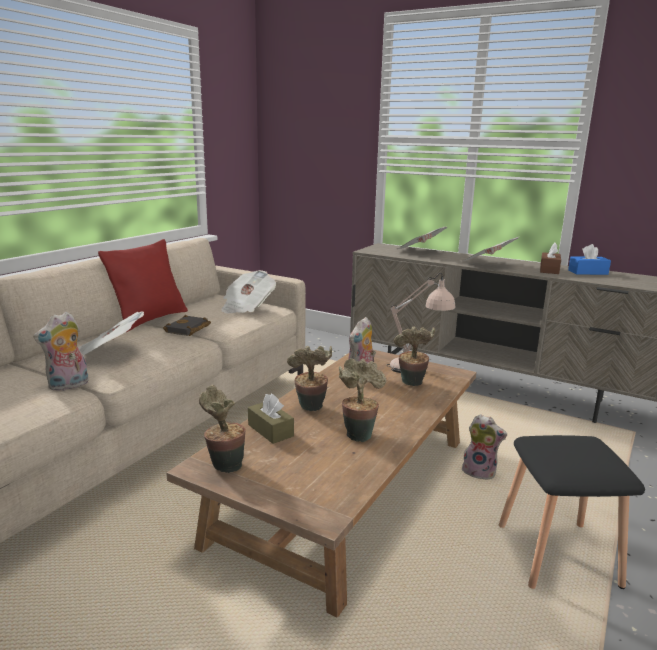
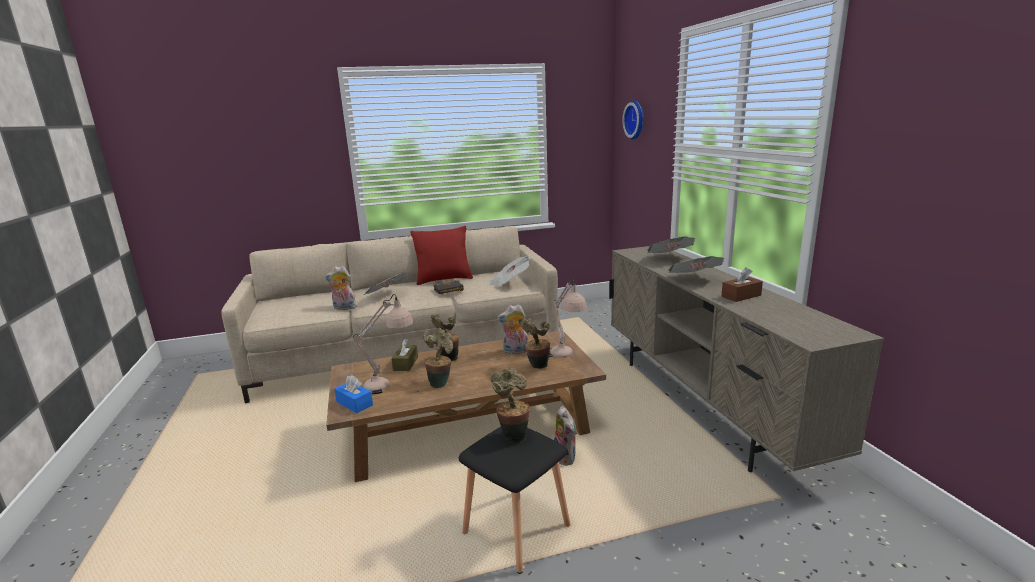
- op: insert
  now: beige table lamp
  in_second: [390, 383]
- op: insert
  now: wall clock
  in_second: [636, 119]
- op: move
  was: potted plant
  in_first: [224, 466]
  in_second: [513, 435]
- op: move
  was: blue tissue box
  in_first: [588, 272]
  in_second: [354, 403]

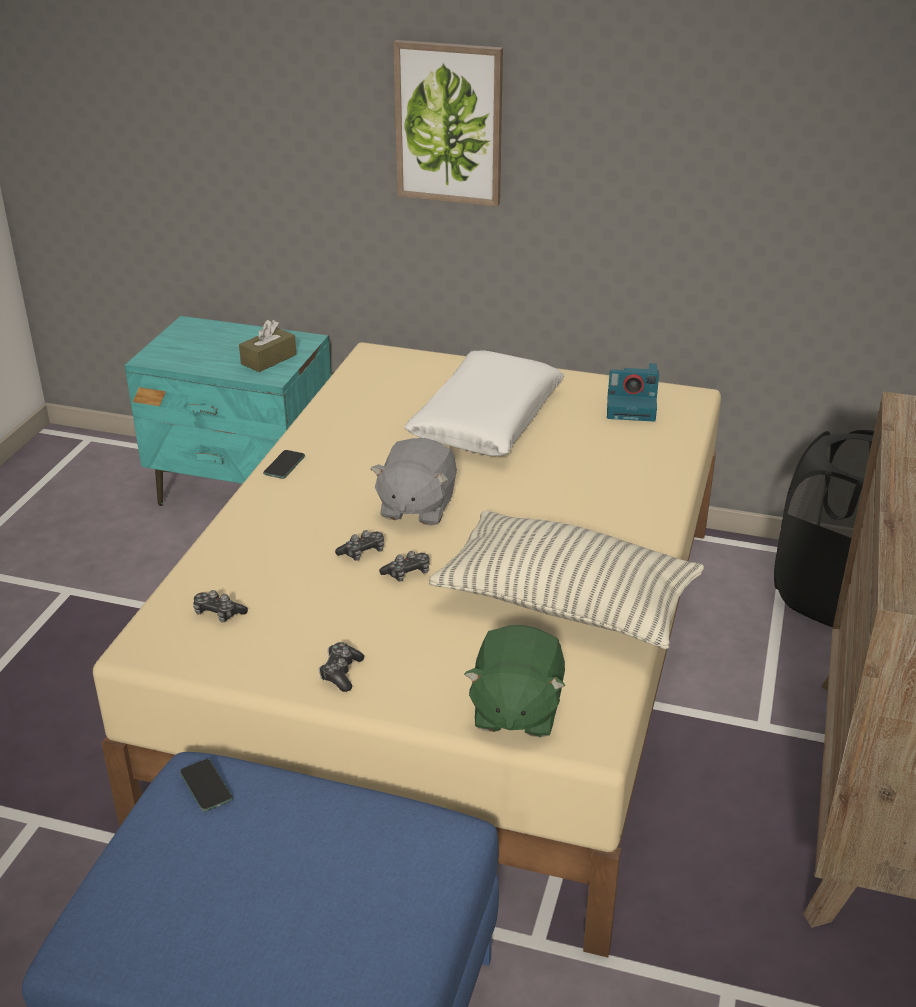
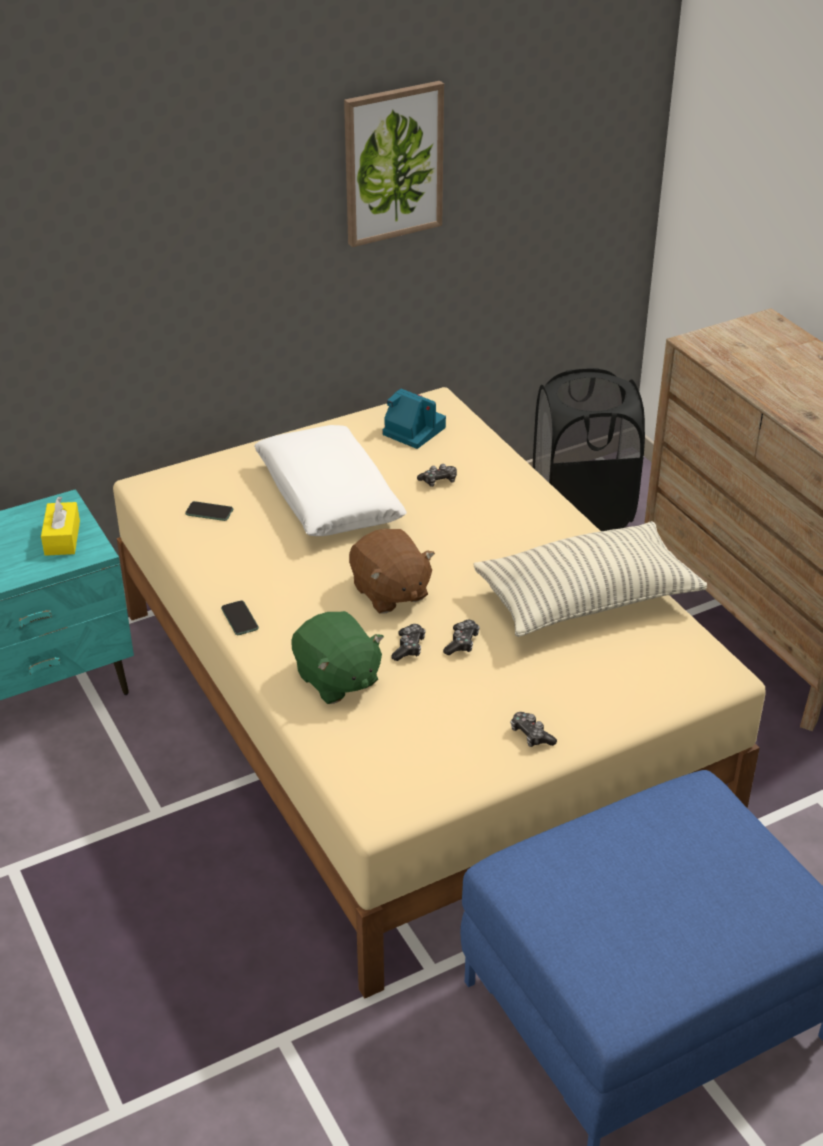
- op: move
  was: phone
  in_first: [206, 786]
  in_second: [209, 512]
- op: move
  was: game controller
  in_first: [218, 613]
  in_second: [439, 481]
- op: move
  was: picture
  in_first: [449, 123]
  in_second: [393, 163]
- op: move
  was: green plush toy
  in_first: [515, 710]
  in_second: [337, 679]
- op: recolor
  was: brown tissue box
  now: yellow tissue box
  in_first: [268, 359]
  in_second: [62, 538]
- op: recolor
  was: grey plush toy
  now: brown plush toy
  in_first: [416, 507]
  in_second: [390, 592]
- op: rotate
  was: photo camera
  in_first: [632, 407]
  in_second: [412, 430]
  clockwise: -105

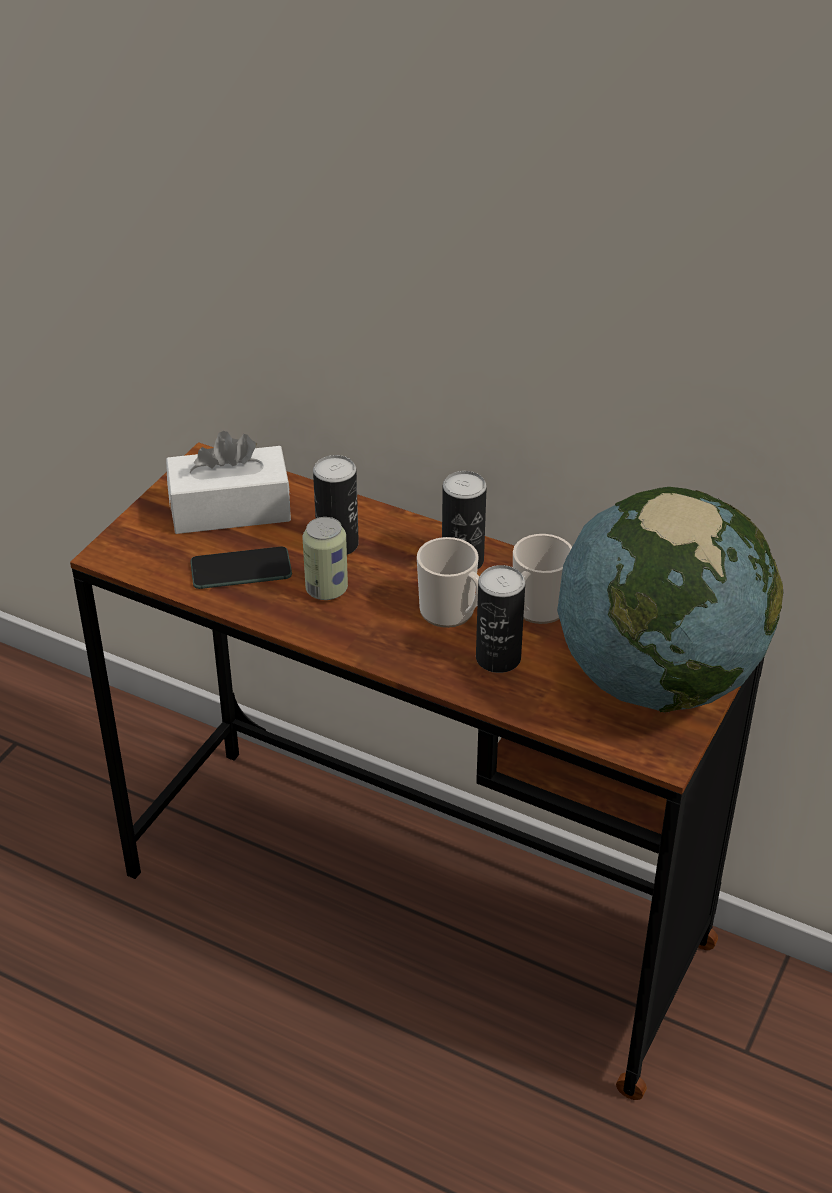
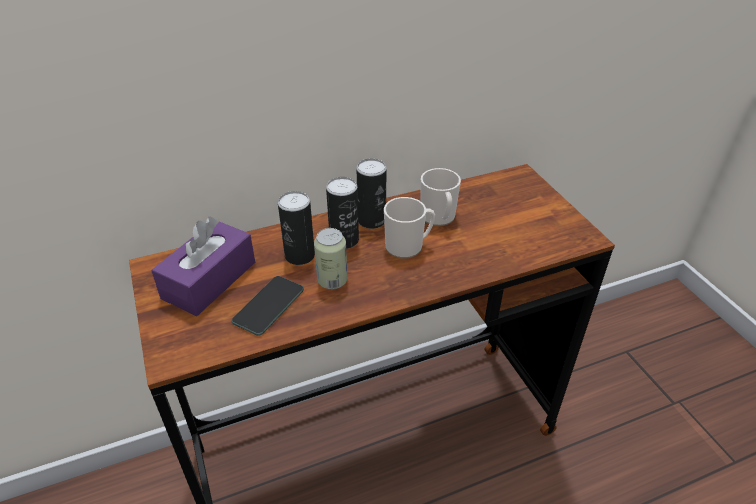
- op: delete
  was: globe
  in_first: [657, 678]
- op: move
  was: can
  in_first: [498, 658]
  in_second: [344, 240]
- op: recolor
  was: white tissue box
  now: purple tissue box
  in_first: [230, 509]
  in_second: [209, 280]

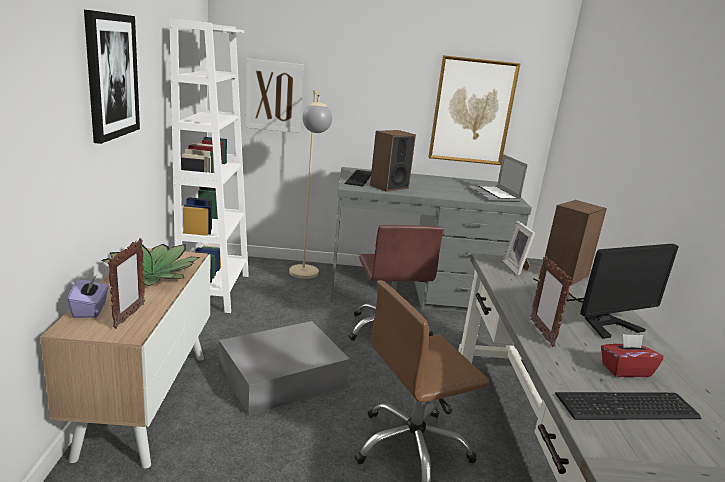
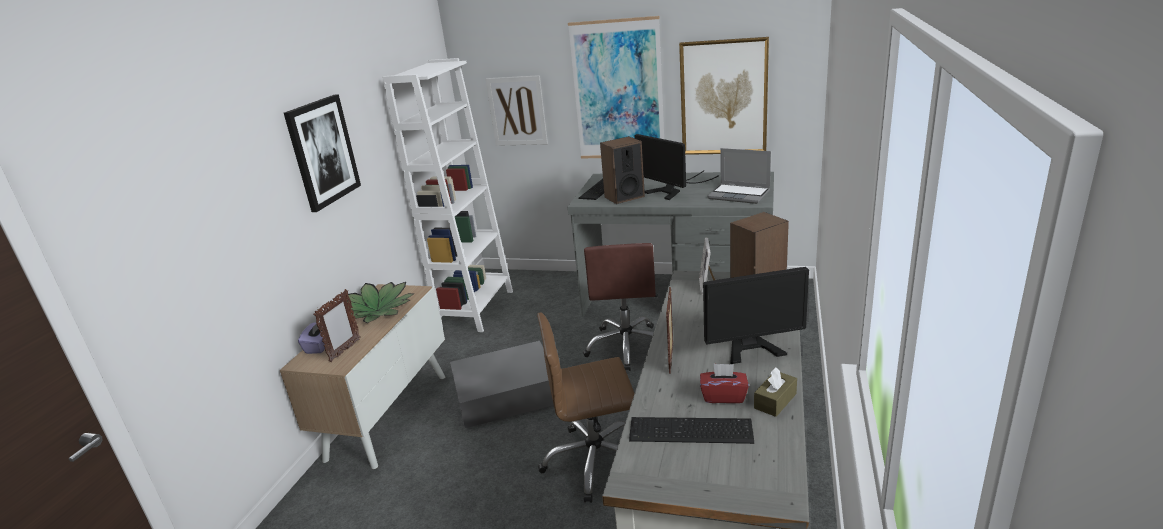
- op: delete
  was: beige floor lamp
  in_first: [305, 277]
- op: insert
  now: picture
  in_second: [618, 90]
- op: insert
  now: monitor
  in_second: [672, 190]
- op: insert
  now: brown tissue box
  in_second: [775, 401]
- op: rotate
  was: laptop
  in_first: [494, 195]
  in_second: [740, 195]
  clockwise: -60

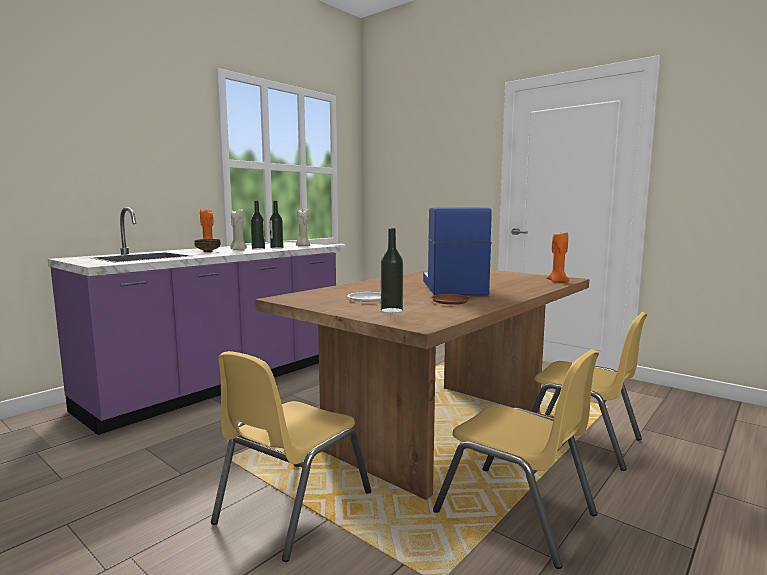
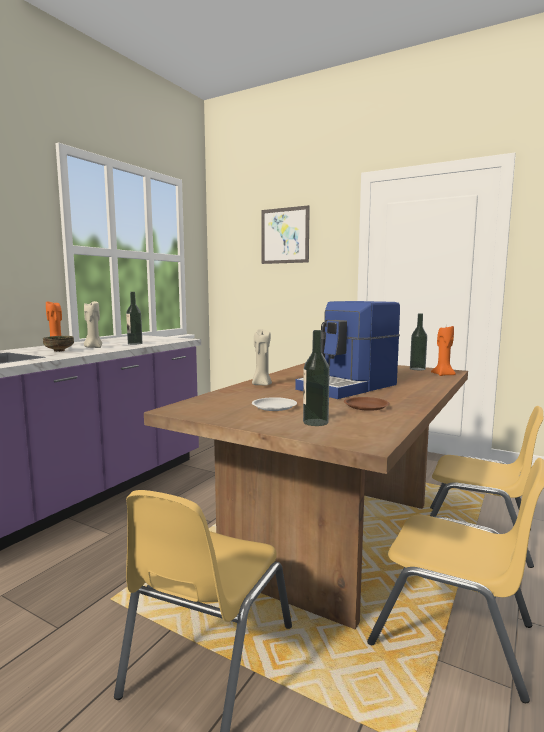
- op: insert
  now: picture
  in_second: [285, 235]
- op: move
  was: bottle
  in_first: [258, 249]
  in_second: [417, 369]
- op: move
  was: beige candle
  in_first: [303, 246]
  in_second: [261, 385]
- op: rotate
  was: coffee machine
  in_first: [452, 288]
  in_second: [349, 387]
  clockwise: -120

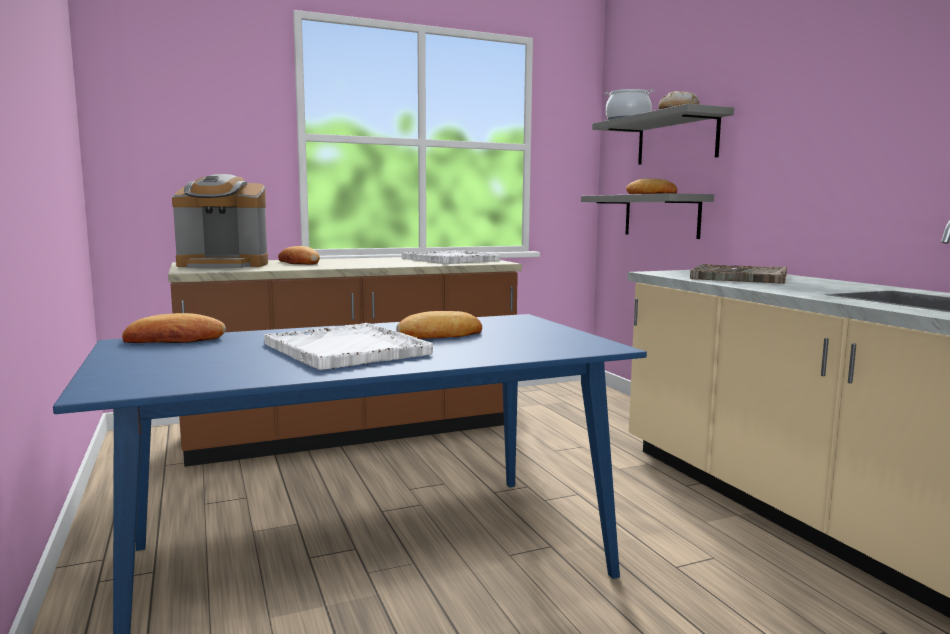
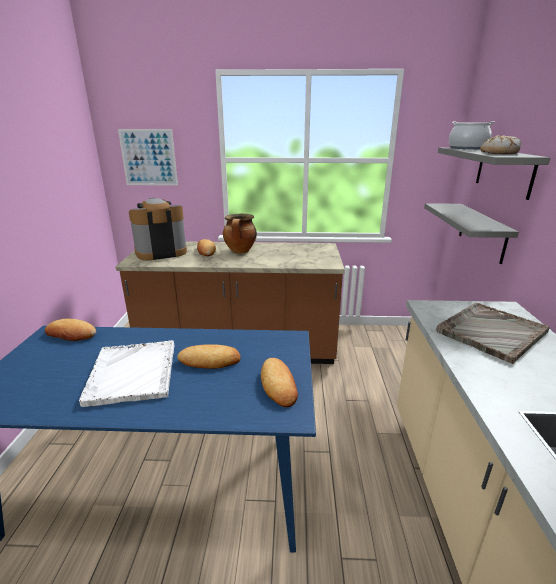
- op: delete
  was: white tray
  in_first: [450, 259]
- op: insert
  now: picture
  in_second: [148, 157]
- op: insert
  now: cooking pot
  in_second: [240, 251]
- op: move
  was: bread
  in_first: [650, 194]
  in_second: [278, 385]
- op: rotate
  was: coffee machine
  in_first: [224, 265]
  in_second: [161, 252]
  clockwise: 135

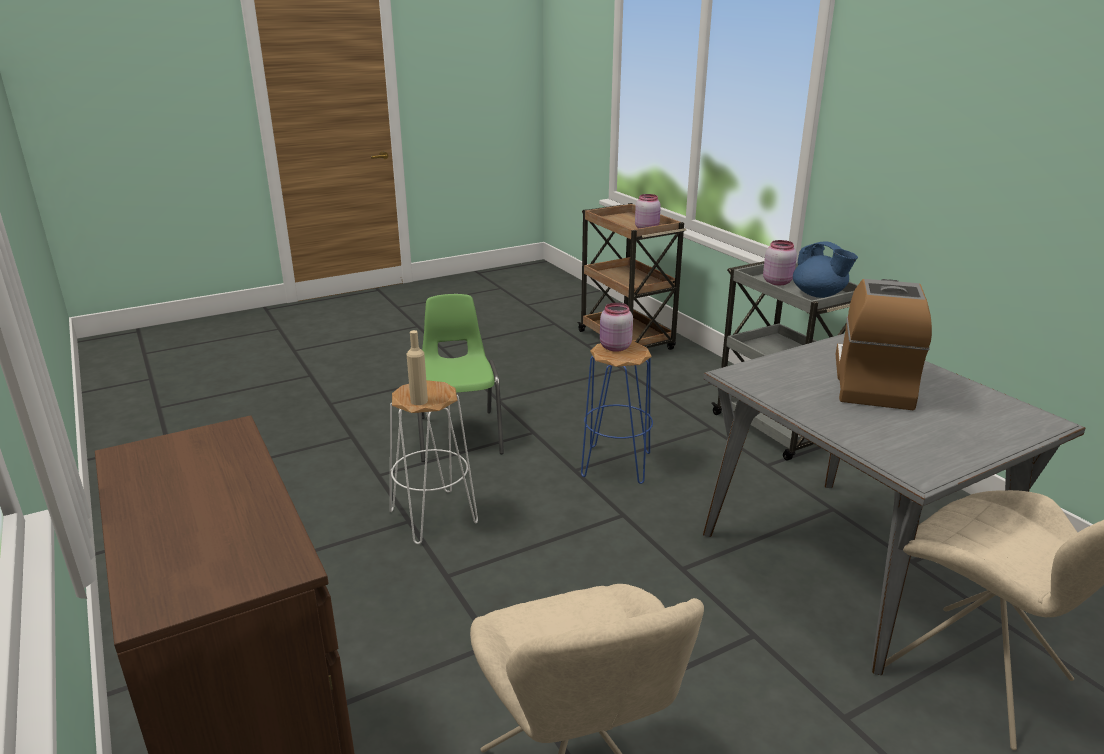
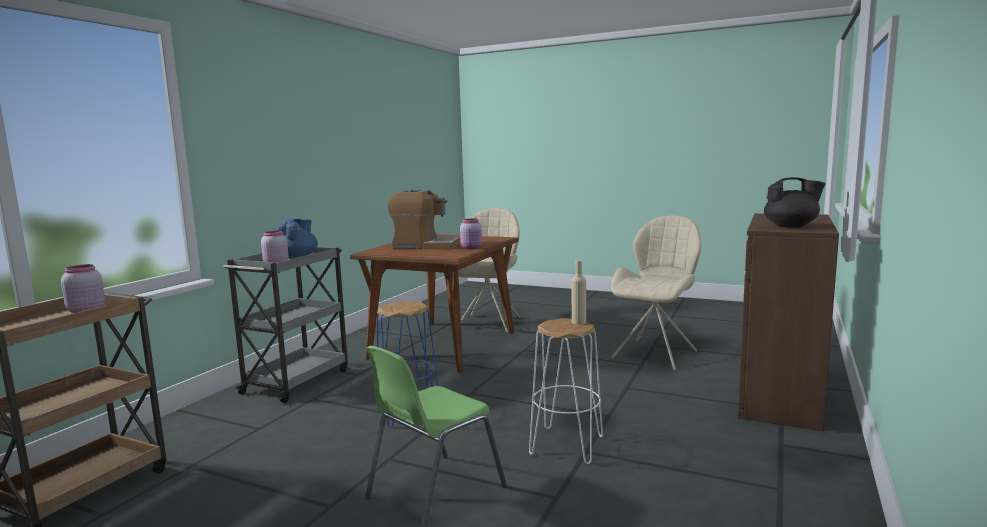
- op: insert
  now: black teapot
  in_second: [791, 226]
- op: move
  was: pink jar
  in_first: [614, 347]
  in_second: [472, 248]
- op: recolor
  was: grey dining table
  now: brown dining table
  in_first: [849, 564]
  in_second: [444, 345]
- op: rotate
  was: coffee machine
  in_first: [872, 382]
  in_second: [425, 246]
  clockwise: -150

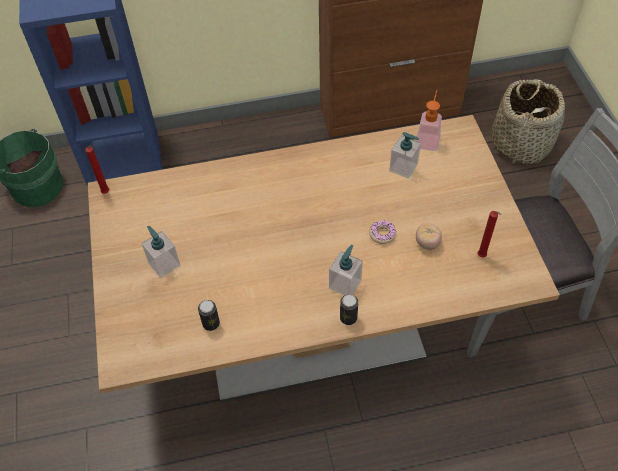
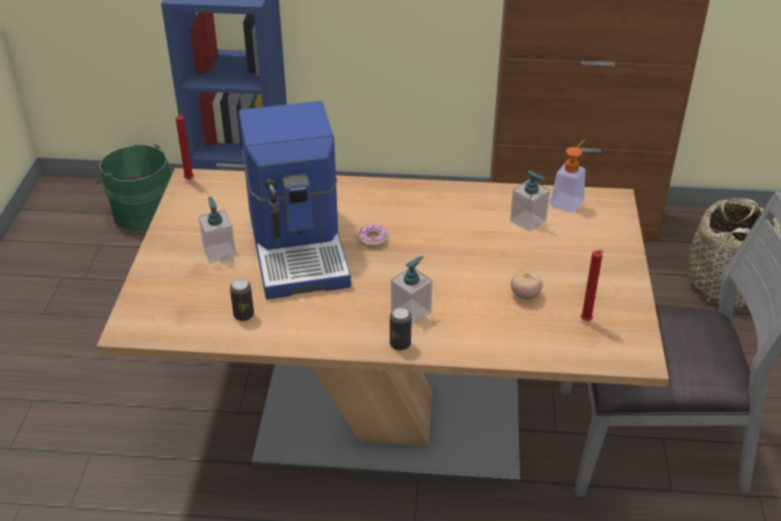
- op: insert
  now: coffee machine
  in_second: [299, 246]
- op: move
  was: donut
  in_first: [382, 234]
  in_second: [372, 239]

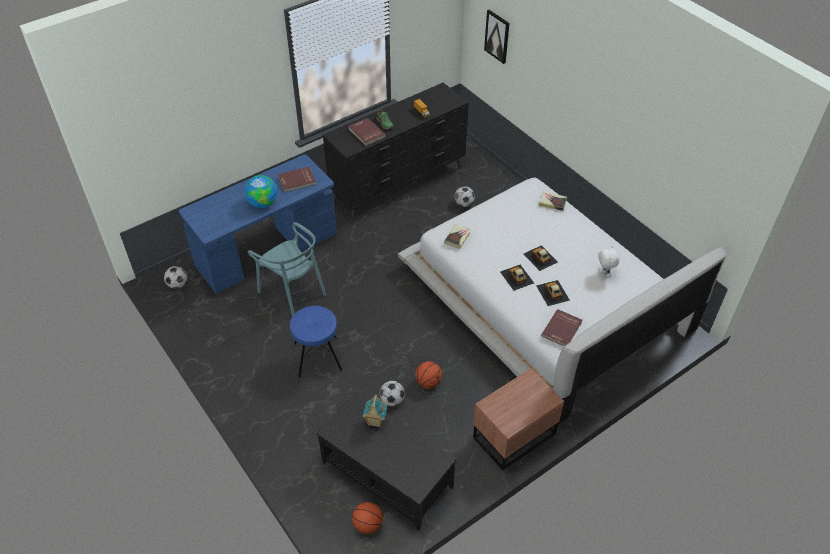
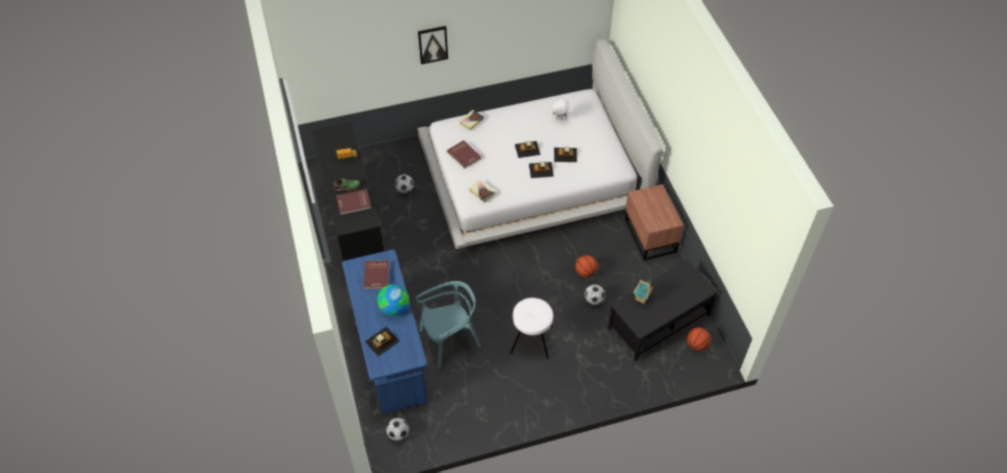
- op: insert
  now: toy car
  in_second: [382, 341]
- op: move
  was: picture
  in_first: [497, 36]
  in_second: [433, 44]
- op: move
  was: red book
  in_first: [562, 329]
  in_second: [464, 155]
- op: recolor
  was: blue stool
  now: white stool
  in_first: [317, 356]
  in_second: [531, 340]

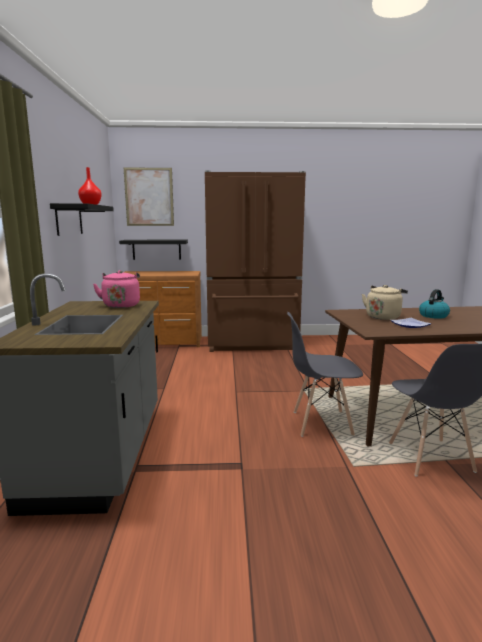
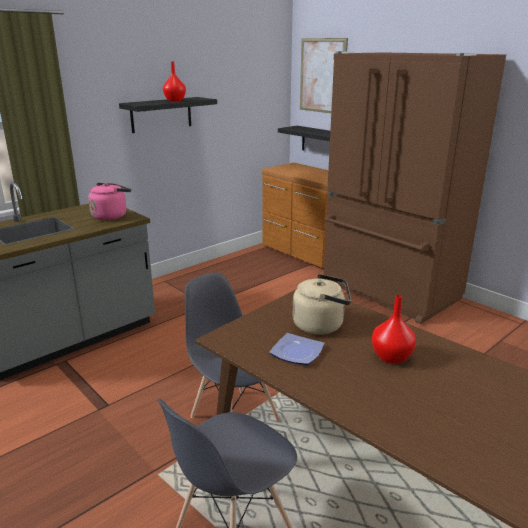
- op: replace
  was: kettle
  now: red vase
  in_first: [433, 316]
  in_second: [390, 357]

